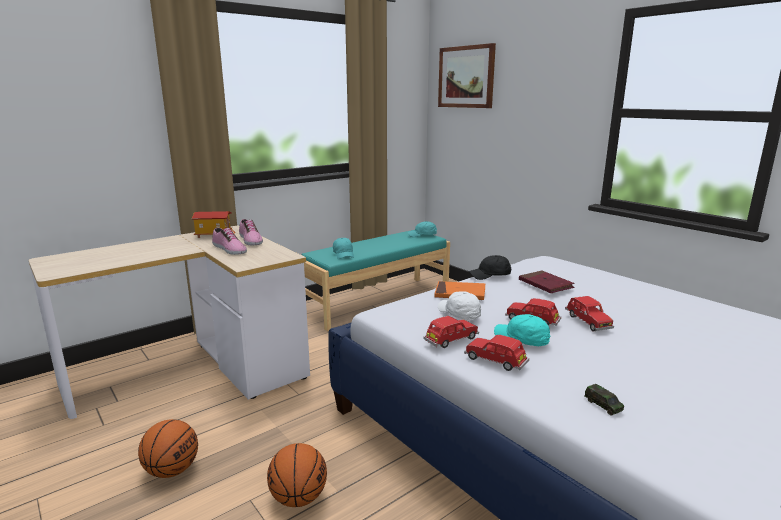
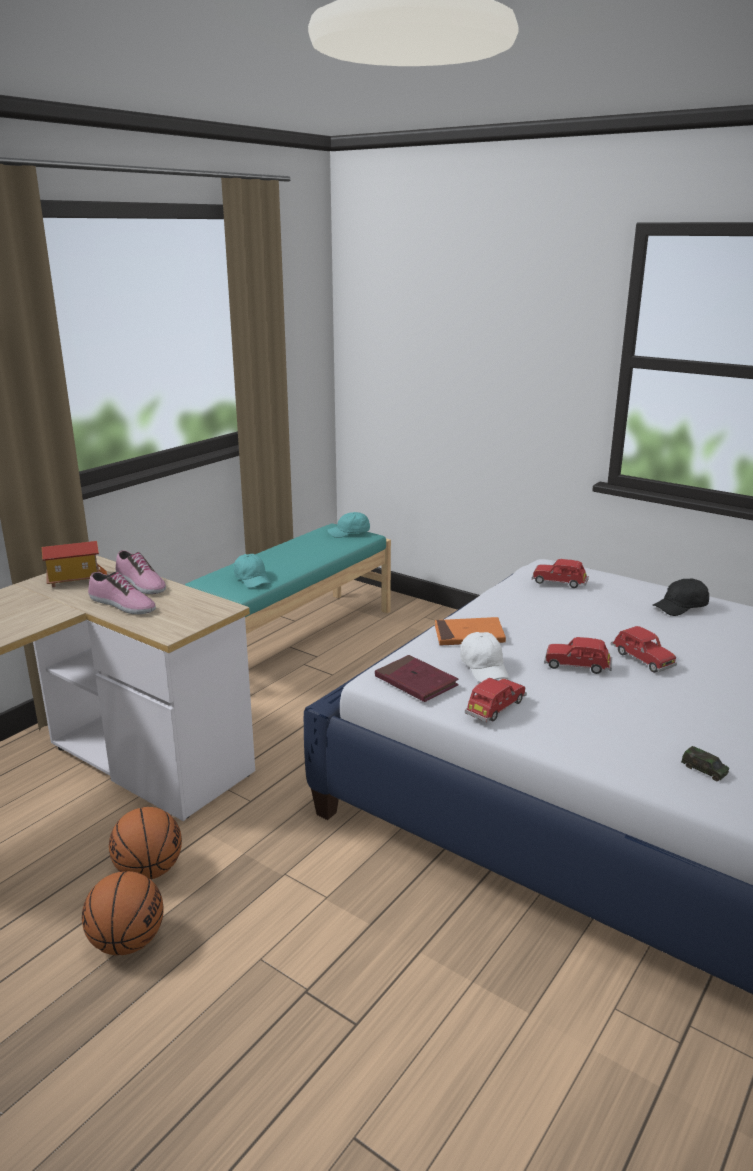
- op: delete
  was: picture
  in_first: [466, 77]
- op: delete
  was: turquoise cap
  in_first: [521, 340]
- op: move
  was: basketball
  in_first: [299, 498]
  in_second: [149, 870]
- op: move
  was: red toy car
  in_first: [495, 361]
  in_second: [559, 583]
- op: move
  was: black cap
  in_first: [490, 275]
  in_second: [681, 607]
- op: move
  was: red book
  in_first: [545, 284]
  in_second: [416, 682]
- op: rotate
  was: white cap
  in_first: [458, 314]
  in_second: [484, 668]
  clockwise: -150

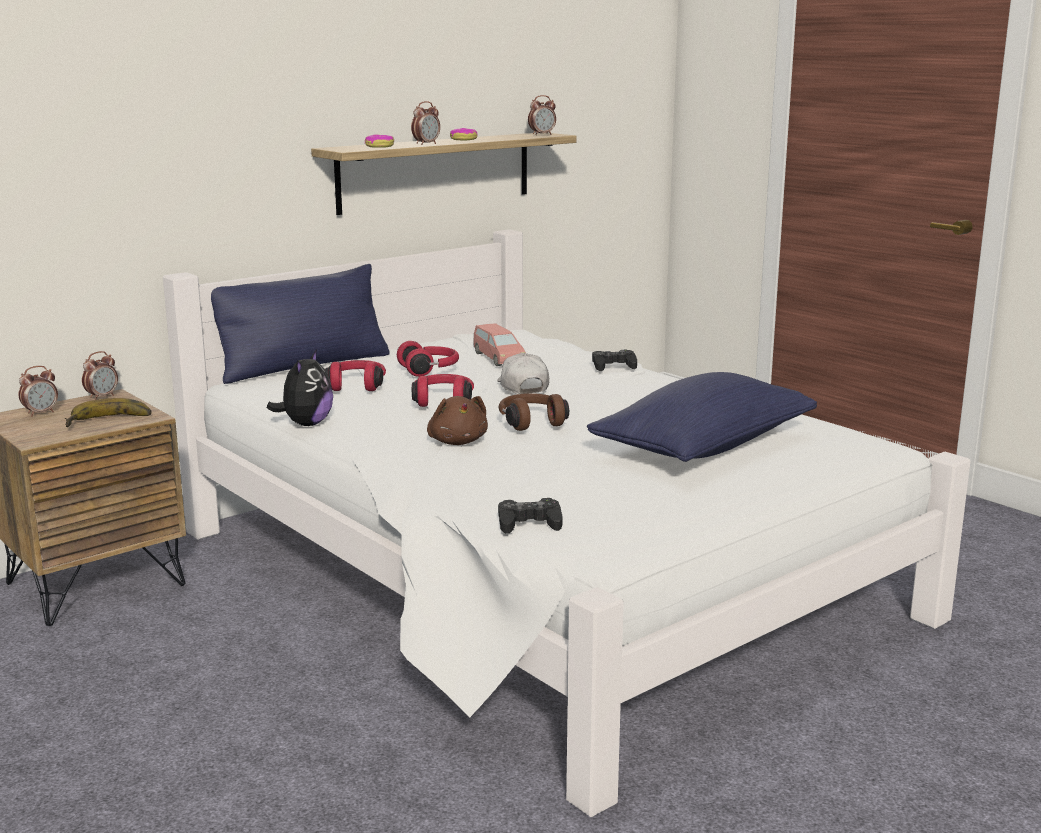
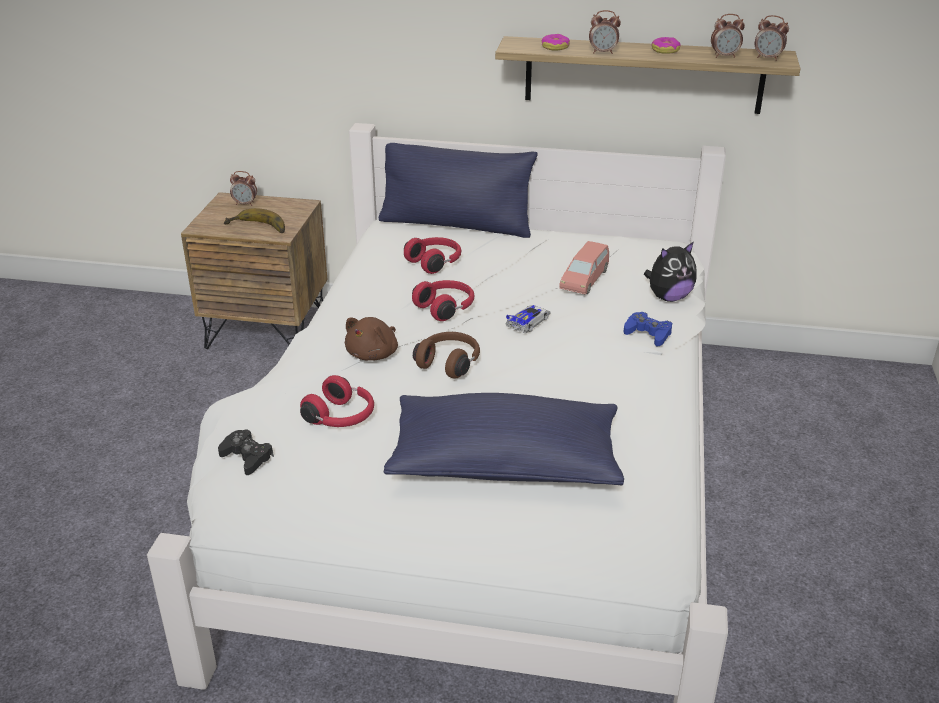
- op: move
  was: alarm clock
  in_first: [102, 397]
  in_second: [724, 56]
- op: move
  was: plush toy
  in_first: [306, 424]
  in_second: [668, 297]
- op: move
  was: red headphones
  in_first: [430, 370]
  in_second: [341, 417]
- op: replace
  was: white cap
  now: toy car
  in_first: [522, 386]
  in_second: [529, 321]
- op: recolor
  was: black game controller
  now: blue game controller
  in_first: [613, 366]
  in_second: [648, 334]

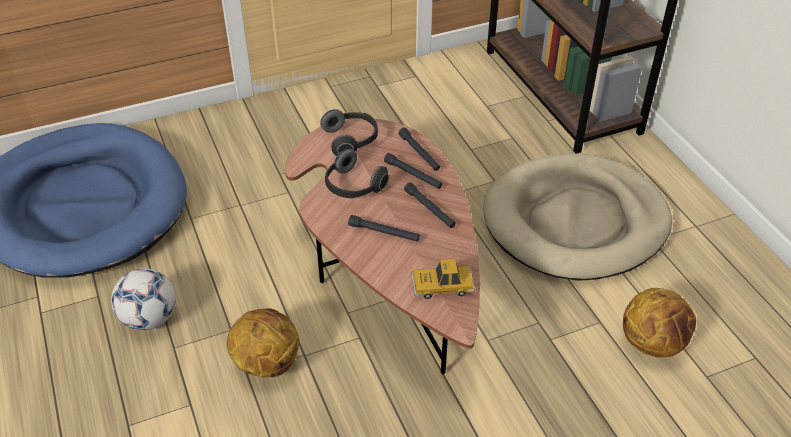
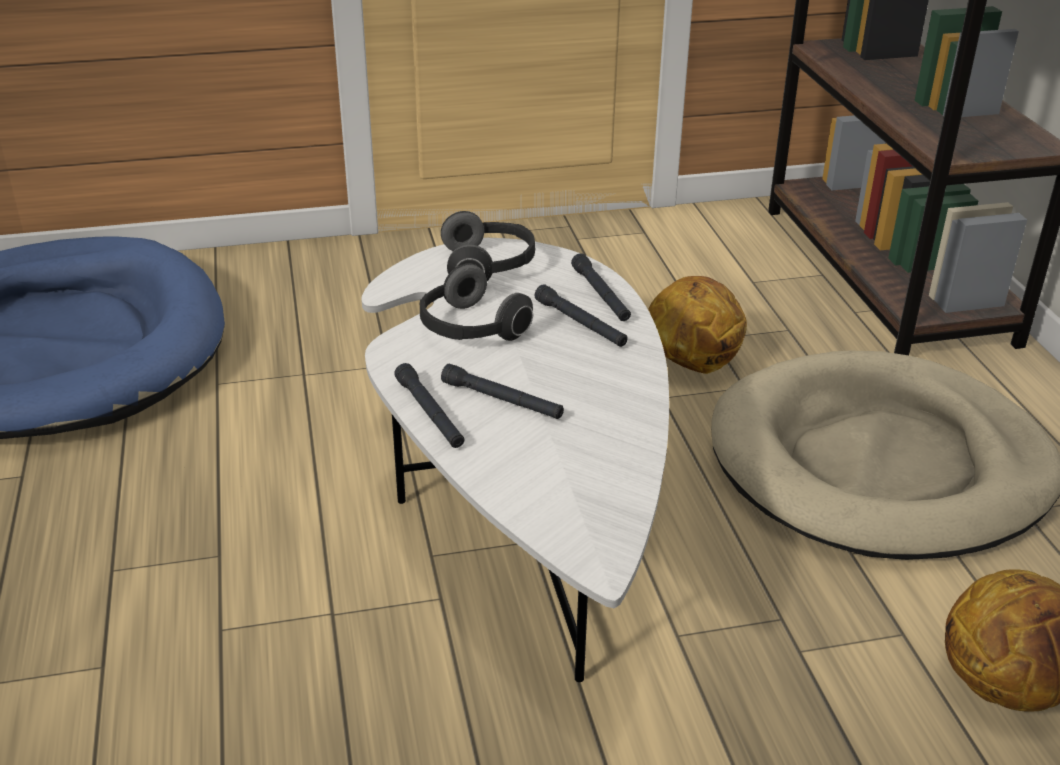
- op: delete
  was: football
  in_first: [149, 318]
- op: delete
  was: toy car
  in_first: [442, 286]
- op: move
  was: basketball
  in_first: [266, 363]
  in_second: [691, 364]
- op: move
  was: black flashlight
  in_first: [430, 209]
  in_second: [430, 414]
- op: recolor
  was: brown coffee table
  now: white coffee table
  in_first: [389, 273]
  in_second: [523, 503]

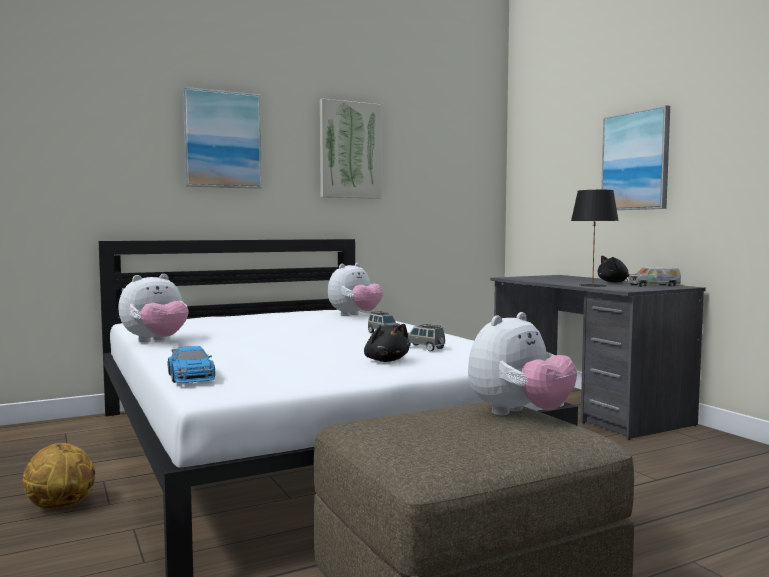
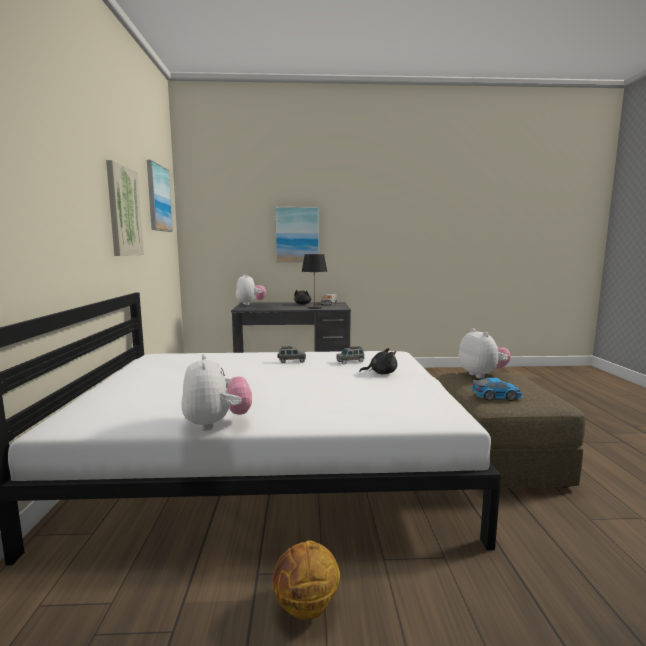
- op: move
  was: toy car
  in_first: [191, 377]
  in_second: [496, 396]
- op: move
  was: picture
  in_first: [222, 140]
  in_second: [158, 198]
- op: move
  was: plush toy
  in_first: [355, 315]
  in_second: [250, 304]

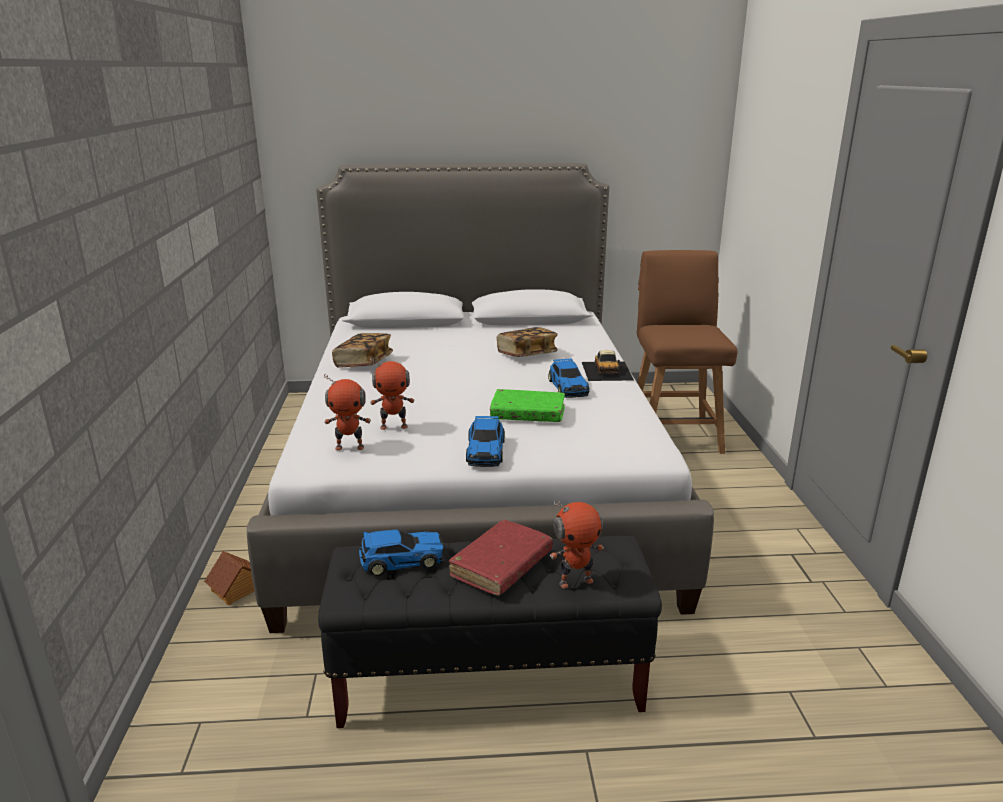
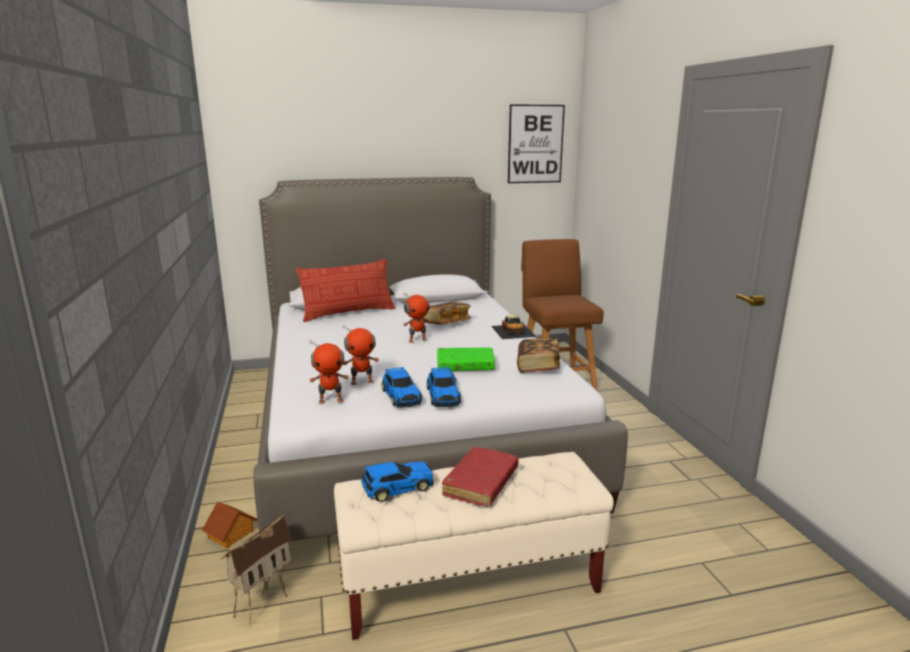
- op: insert
  now: toy house
  in_second: [262, 602]
- op: insert
  now: pillow
  in_second: [348, 313]
- op: insert
  now: picture
  in_second: [535, 144]
- op: move
  was: book
  in_first: [364, 363]
  in_second: [538, 366]
- op: move
  was: toy car
  in_first: [568, 387]
  in_second: [401, 395]
- op: move
  was: toy robot
  in_first: [575, 581]
  in_second: [417, 340]
- op: recolor
  was: black bench
  now: beige bench
  in_first: [490, 680]
  in_second: [470, 583]

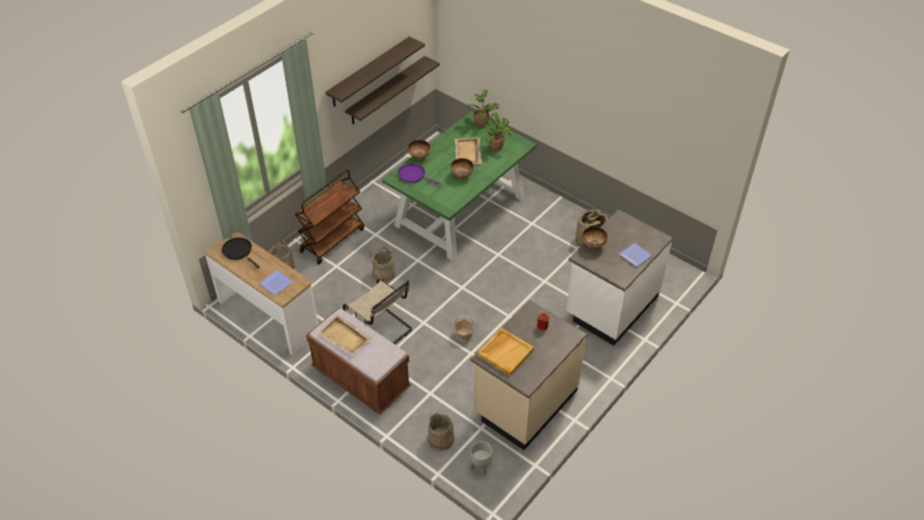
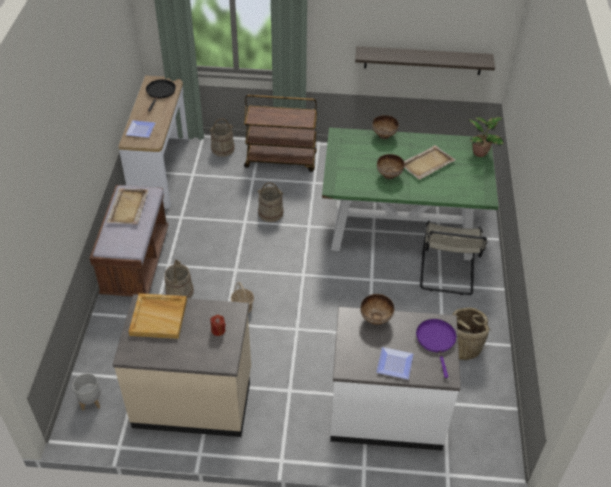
- op: delete
  was: shelf
  in_first: [369, 72]
- op: delete
  was: potted plant
  in_first: [496, 148]
- op: move
  was: beige chair
  in_first: [381, 331]
  in_second: [446, 274]
- op: move
  was: purple frying pan
  in_first: [413, 175]
  in_second: [436, 340]
- op: move
  was: beige bucket
  in_first: [440, 439]
  in_second: [179, 292]

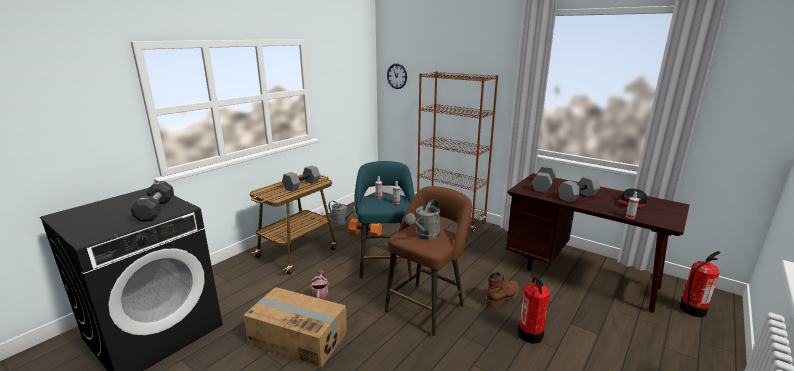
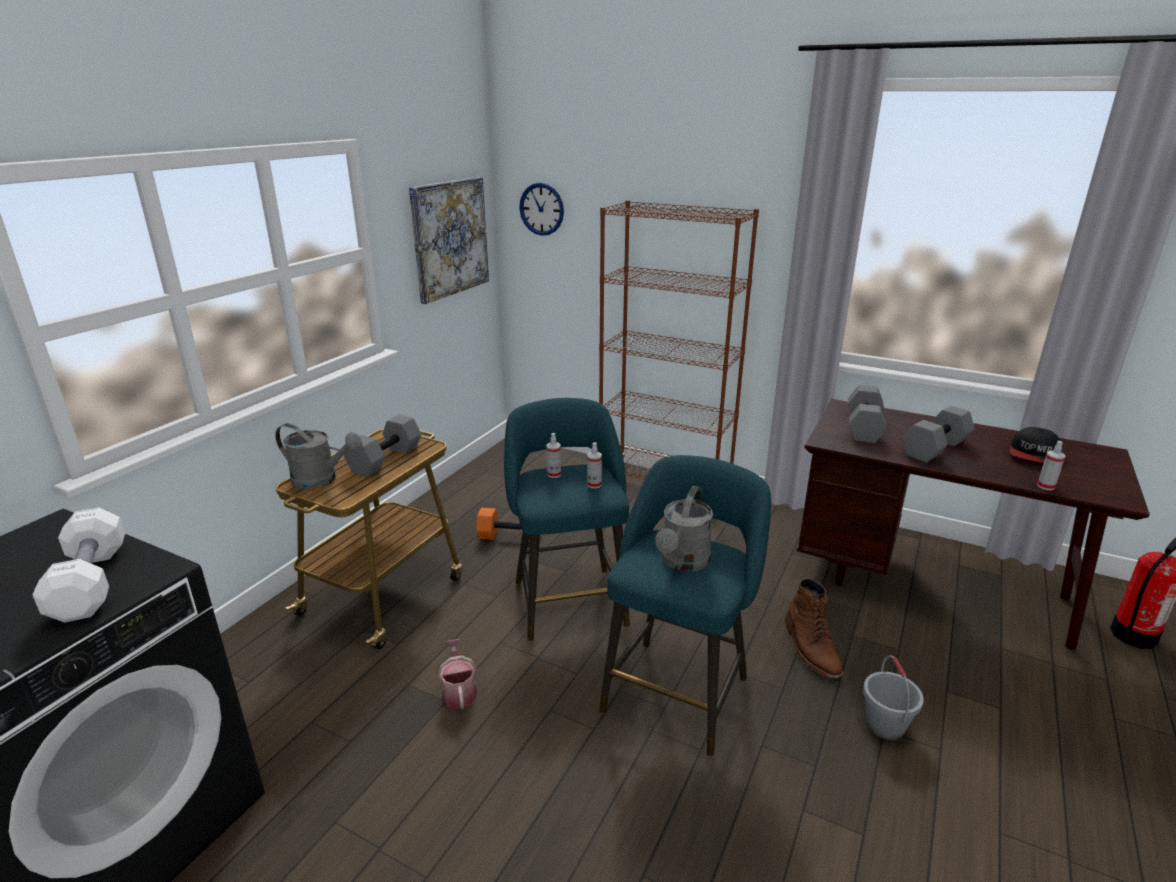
- op: delete
  was: cardboard box
  in_first: [298, 337]
- op: insert
  now: picture
  in_second: [449, 238]
- op: move
  was: grey watering can
  in_first: [342, 222]
  in_second: [321, 480]
- op: replace
  was: fire extinguisher
  now: grey bucket
  in_first: [530, 334]
  in_second: [885, 726]
- op: recolor
  was: black dumbbell
  now: white dumbbell
  in_first: [156, 210]
  in_second: [90, 582]
- op: recolor
  was: brown stool
  now: turquoise stool
  in_first: [427, 306]
  in_second: [678, 689]
- op: rotate
  was: brown boot
  in_first: [503, 296]
  in_second: [811, 648]
  clockwise: 135

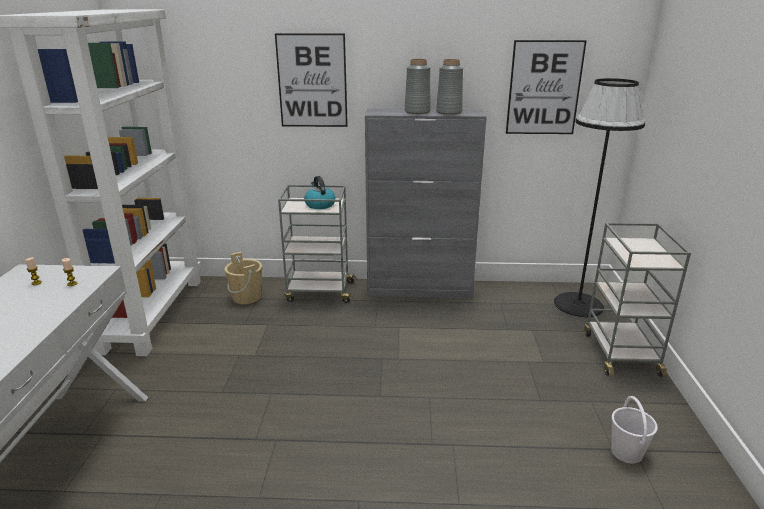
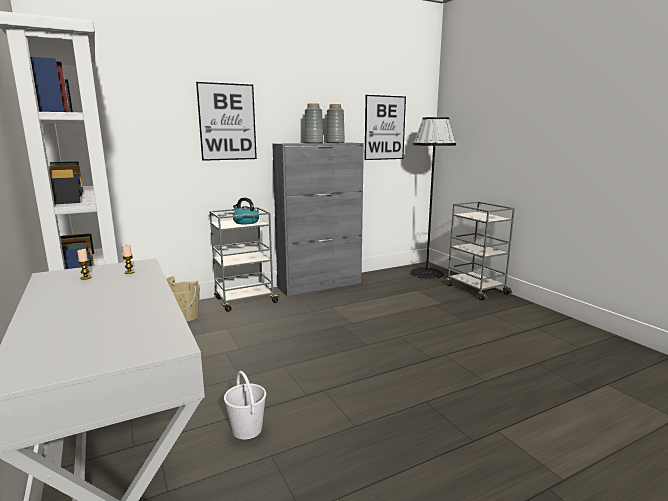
- op: move
  was: white bucket
  in_first: [626, 452]
  in_second: [247, 429]

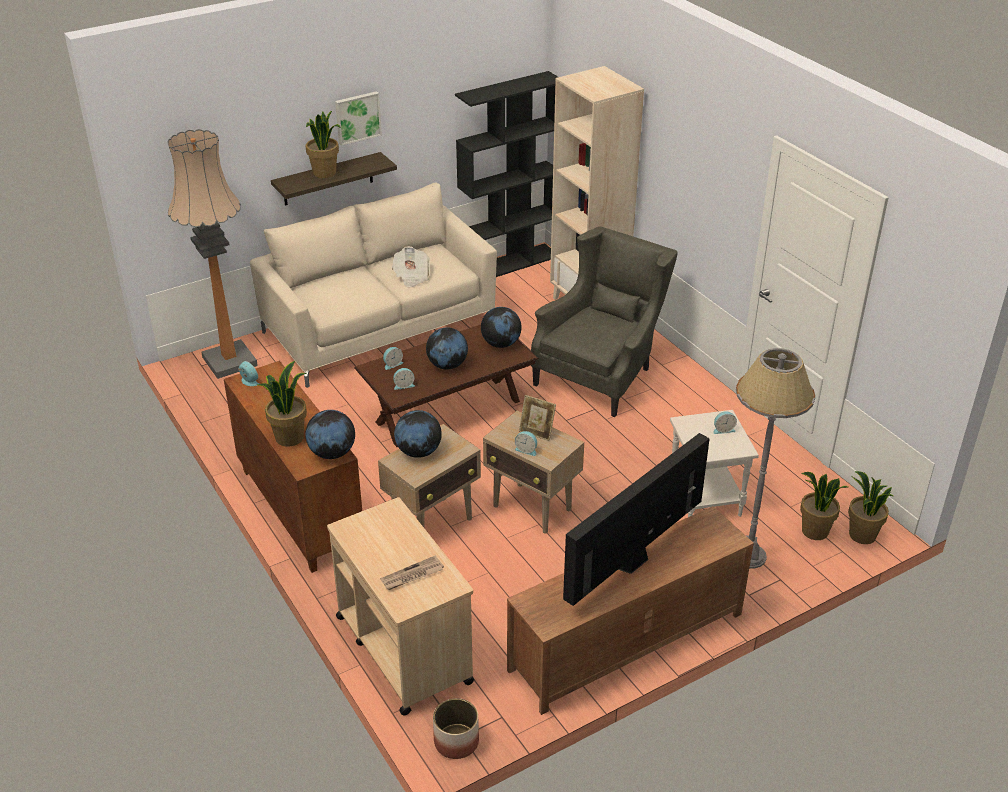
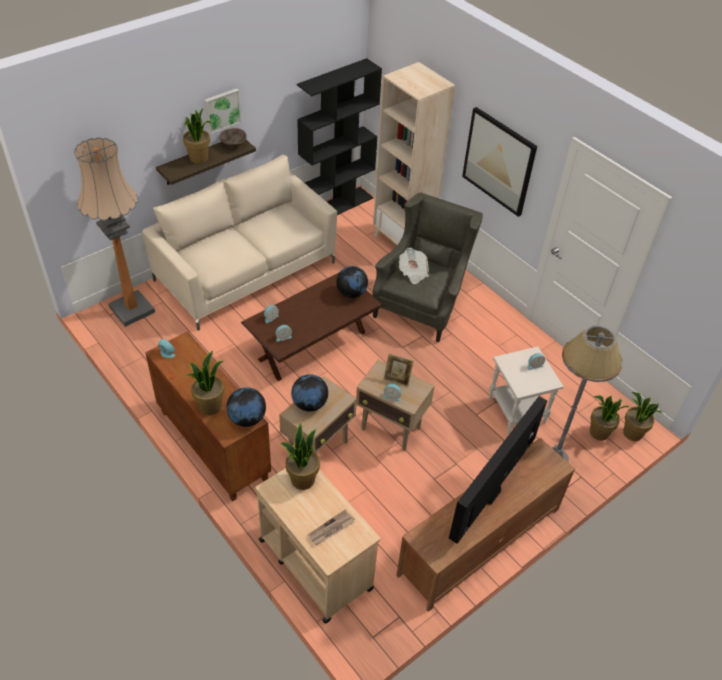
- op: delete
  was: globe
  in_first: [447, 365]
- op: delete
  was: planter
  in_first: [456, 741]
- op: insert
  now: brown bowl
  in_second: [233, 144]
- op: insert
  now: potted plant
  in_second: [302, 479]
- op: insert
  now: picture
  in_second: [499, 161]
- op: move
  was: newspaper
  in_first: [411, 276]
  in_second: [413, 272]

